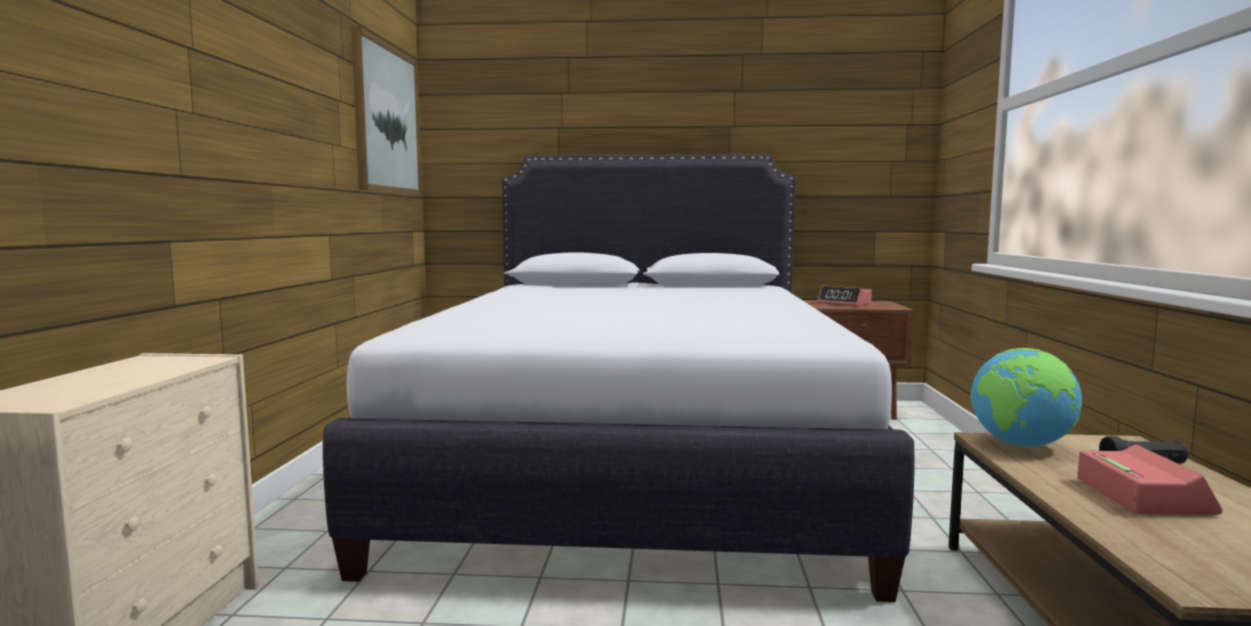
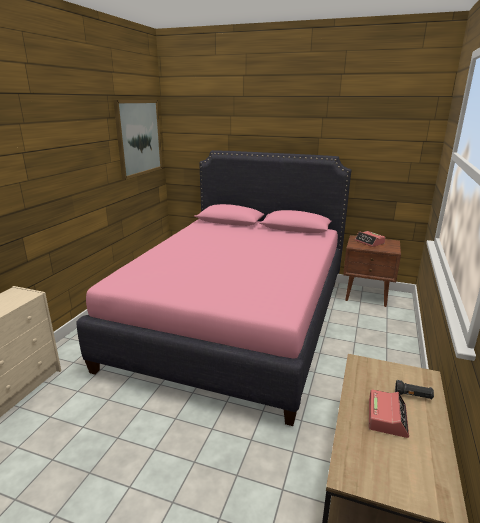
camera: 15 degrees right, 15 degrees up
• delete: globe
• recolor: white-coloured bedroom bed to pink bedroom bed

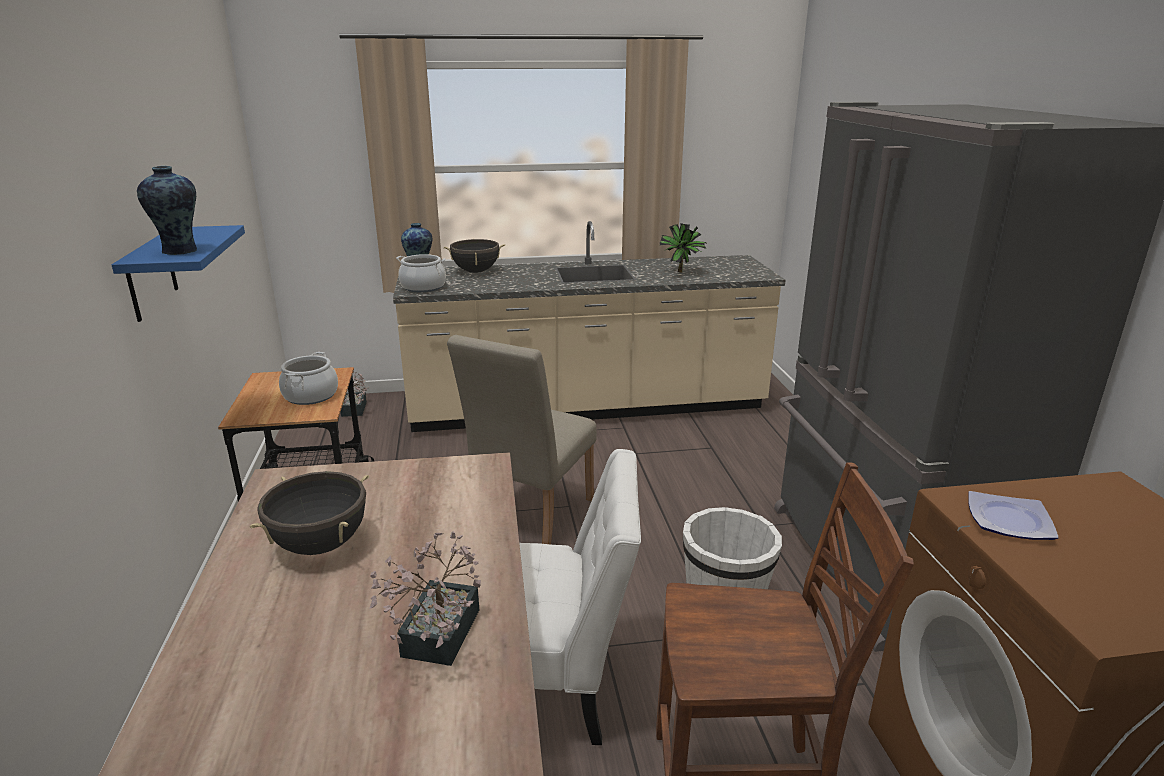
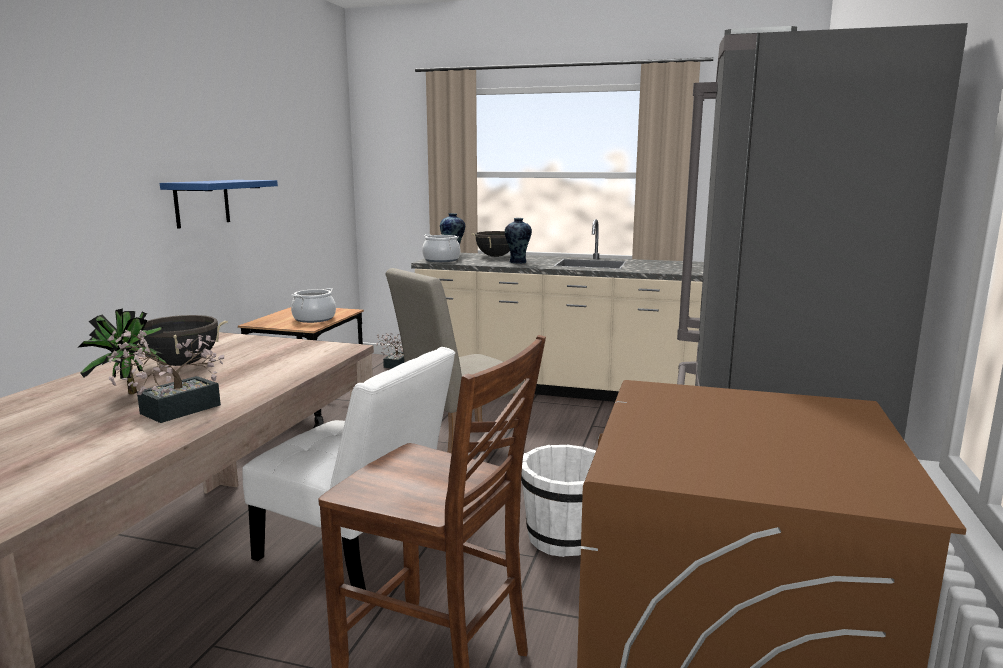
camera: 25 degrees right, 10 degrees down
• delete: dinner plate
• move: vase (1st from left in the first image) to vase (2nd from left)
• move: plant in a pot (3rd from left in the first image) to plant in a pot (1st from left)

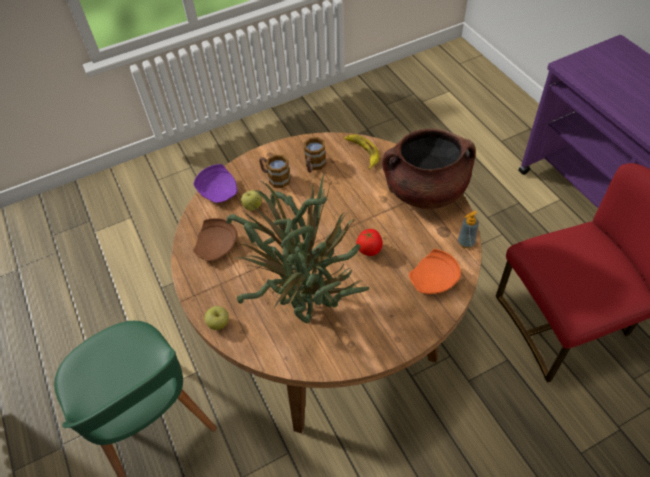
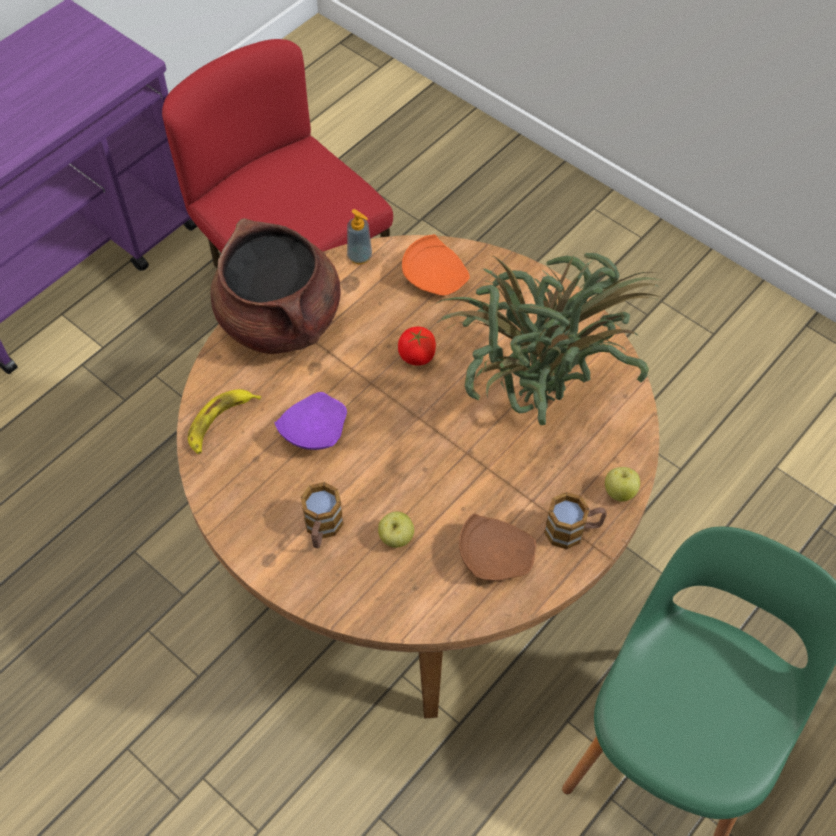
camera: 115 degrees left, 5 degrees up
• move: purplish dinner plate
• move: coffee mug (2nd from left)

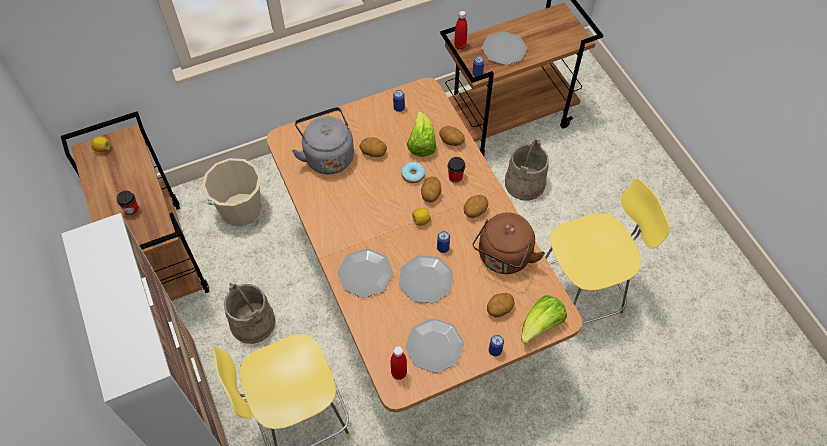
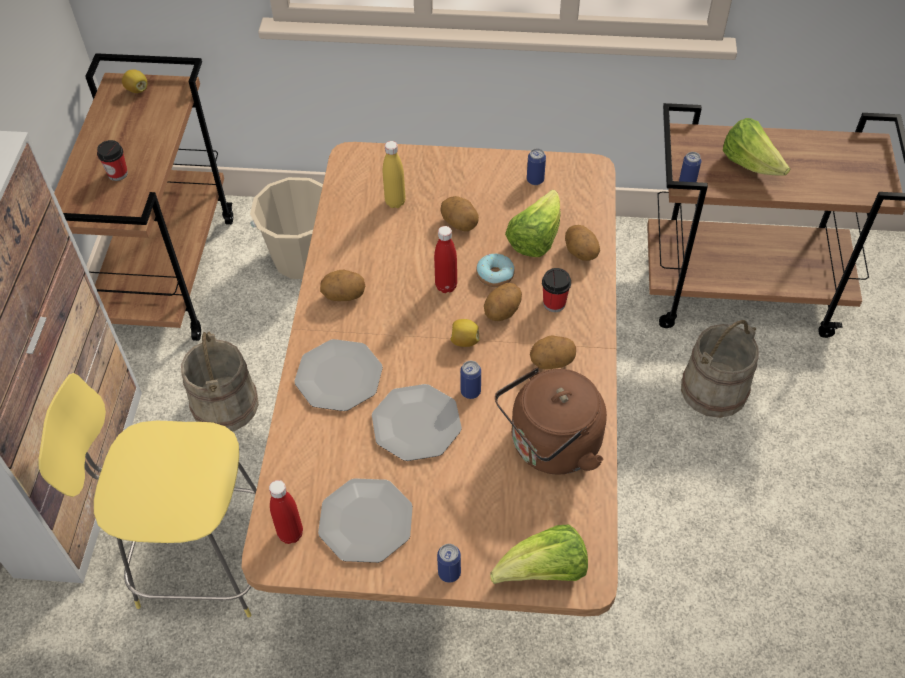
camera: 30 degrees right, 5 degrees down
• delete: yellow sitting stool (2nd from left)
• move: reddish bottle (2nd from left)
• move: spud (5th from left in the first image) to spud (1st from left)
• replace: gray kettle to yellow bottle
• replace: dinner plate (4th from left) to lettuce head (3rd from left)

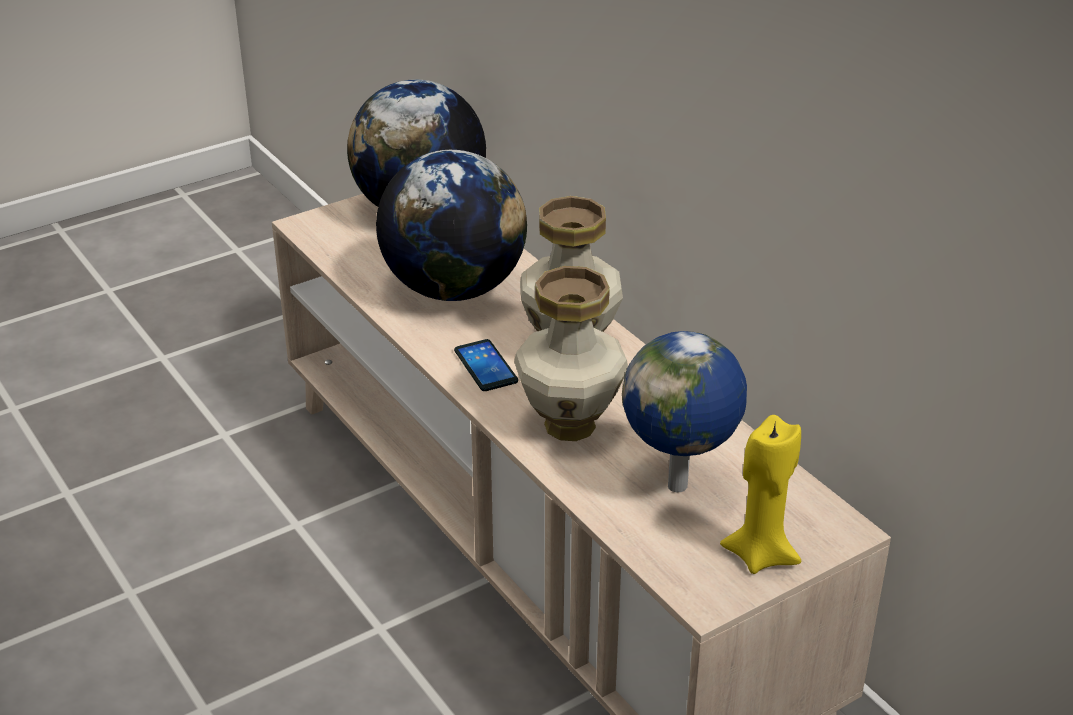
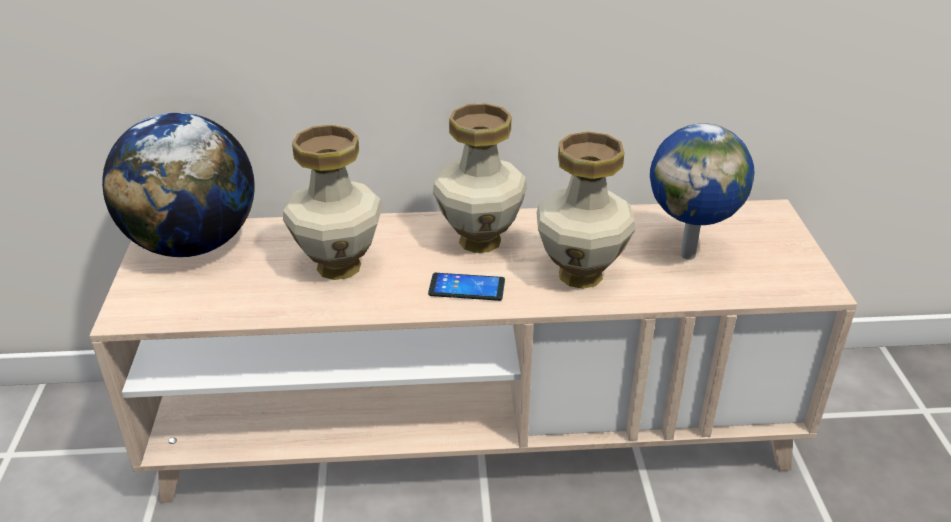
camera: 60 degrees left, 0 degrees up
• delete: yellow candle
• replace: globe (2nd from left) to vase (1st from left)

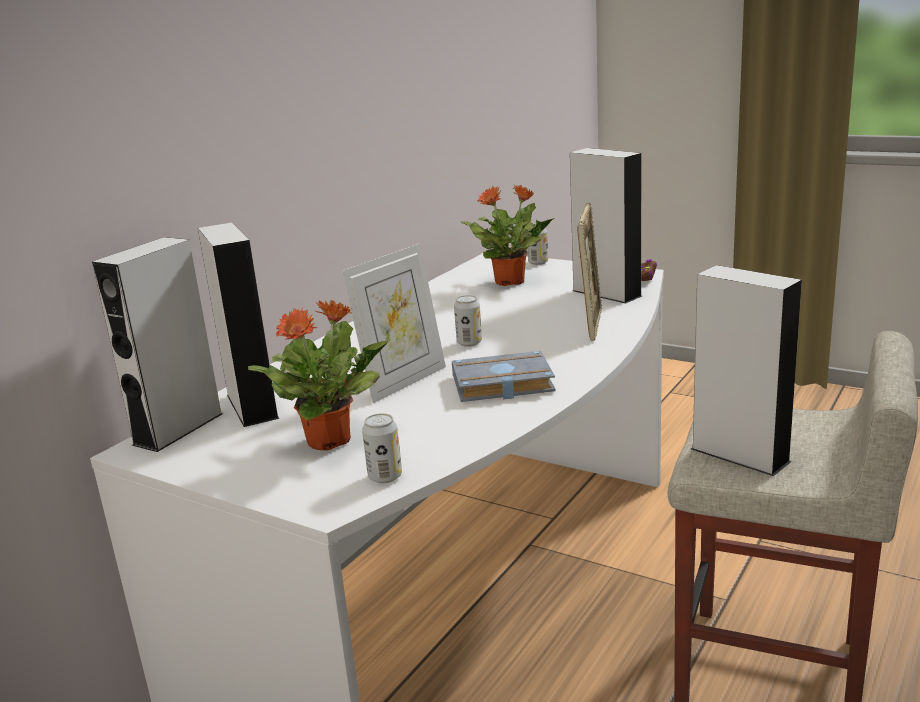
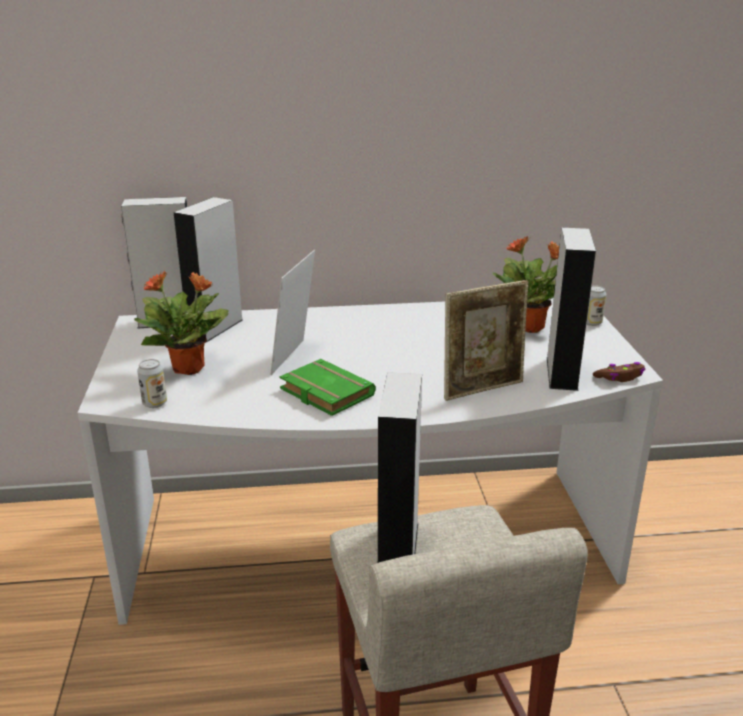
camera: 50 degrees right, 5 degrees up
• delete: can (2nd from left)
• recolor: gray book to green book
• rotate: standing frame (1st from left) 105 degrees clockwise

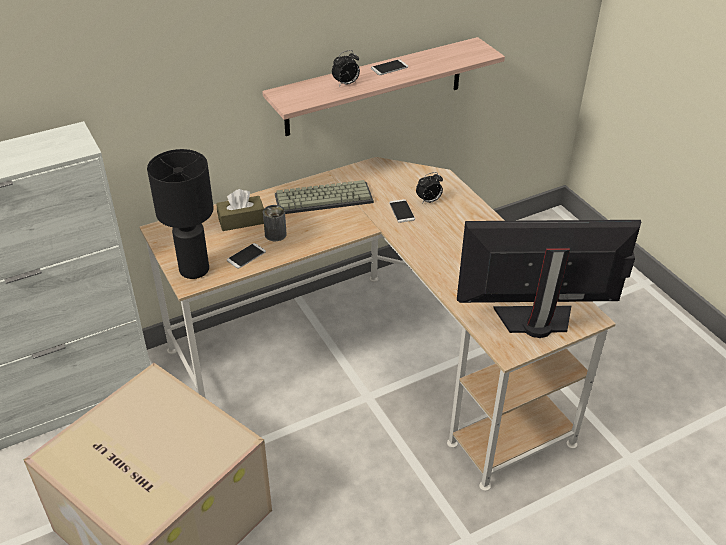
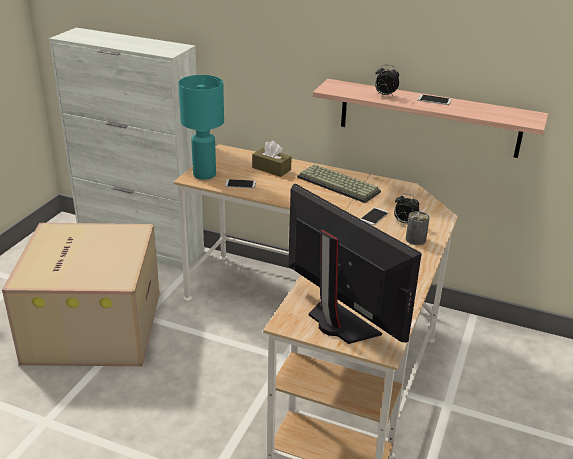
camera: 50 degrees right, 10 degrees down
• move: can
• recolor: black lamp for a table to blue-green lamp for a table

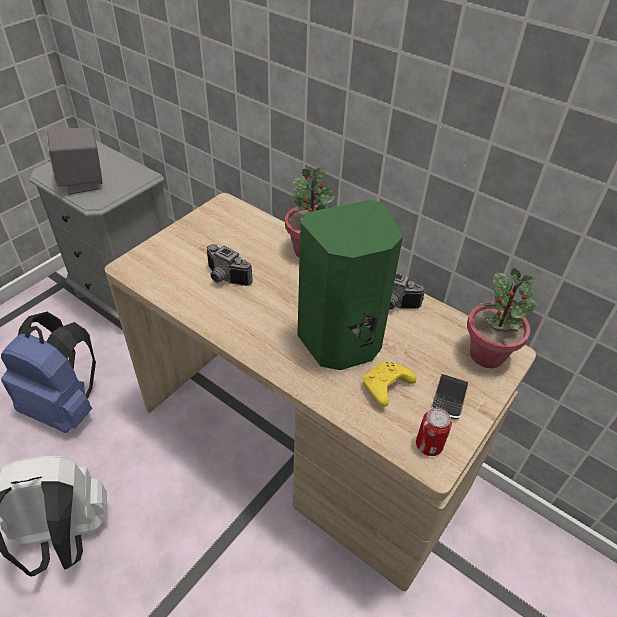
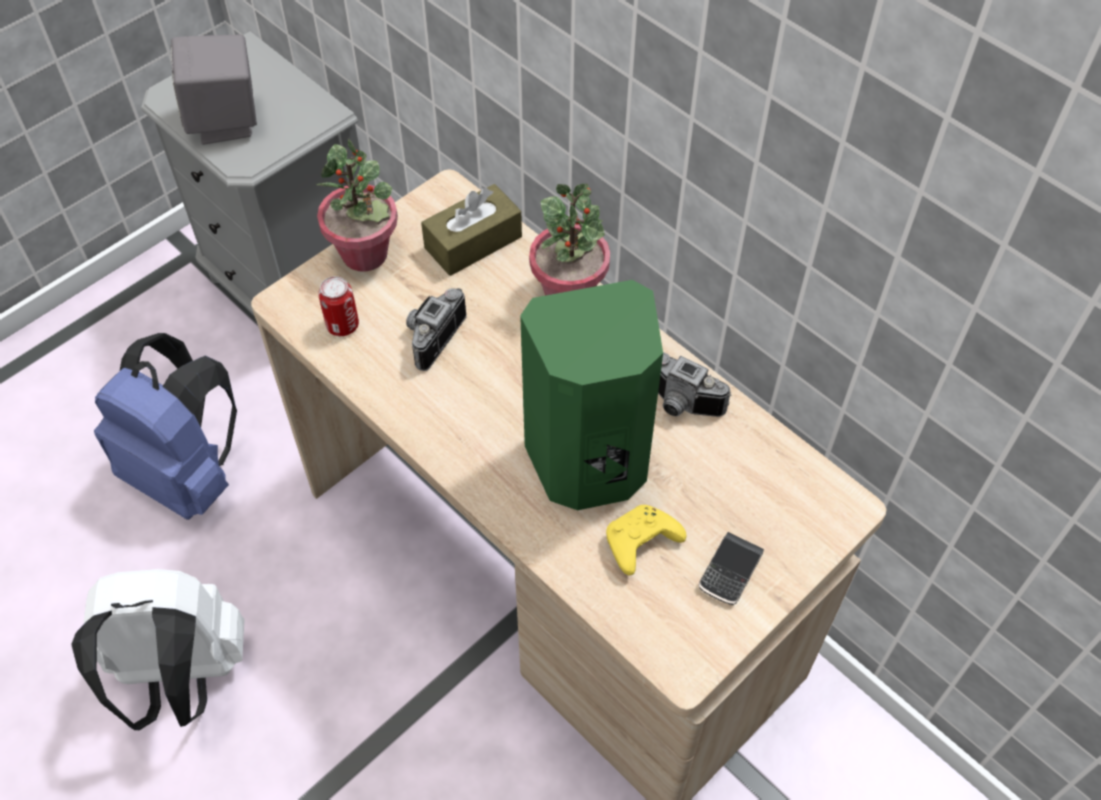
camera: 10 degrees right, 10 degrees up
• insert: brown-coloured tissue holder
• move: can
• move: plant in a pot (2nd from left in the first image) to plant in a pot (1st from left)
• rotate: still camera (1st from left) 75 degrees clockwise

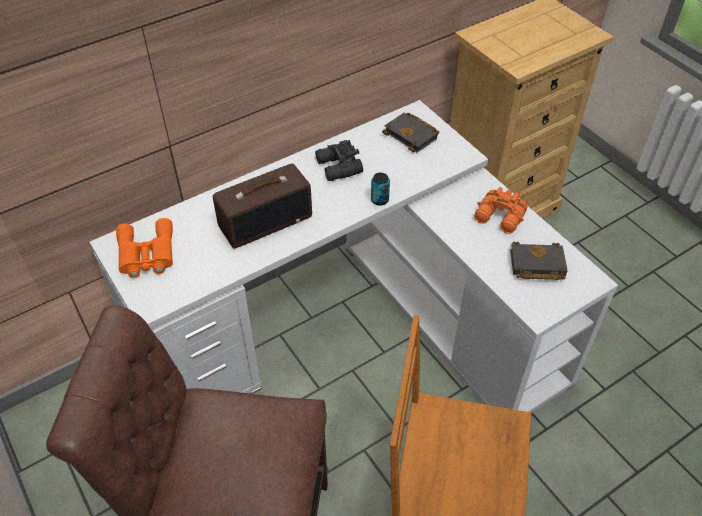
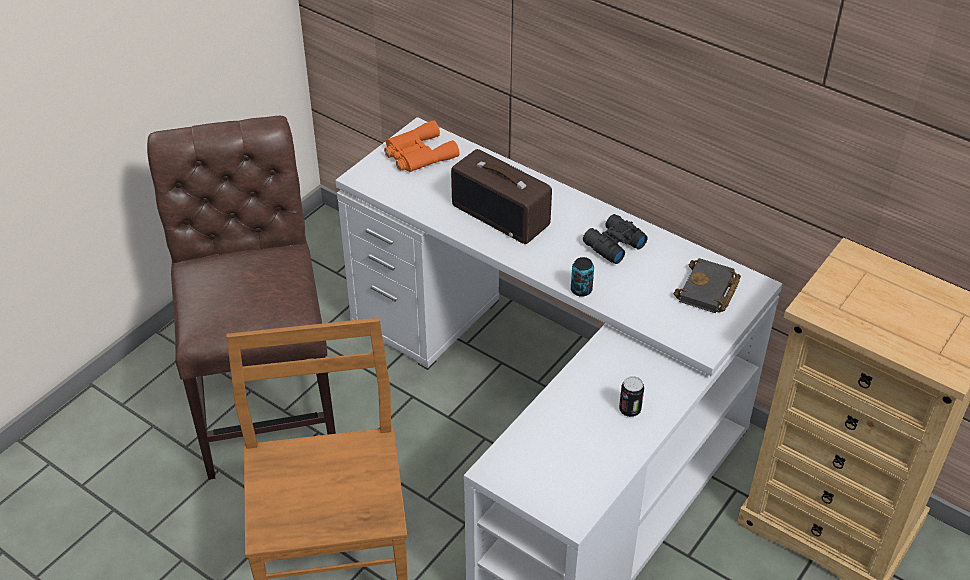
camera: 70 degrees right, 5 degrees down
• delete: black book (2nd from left)
• replace: orange pair of binoculars (2nd from left) to can (2nd from left)

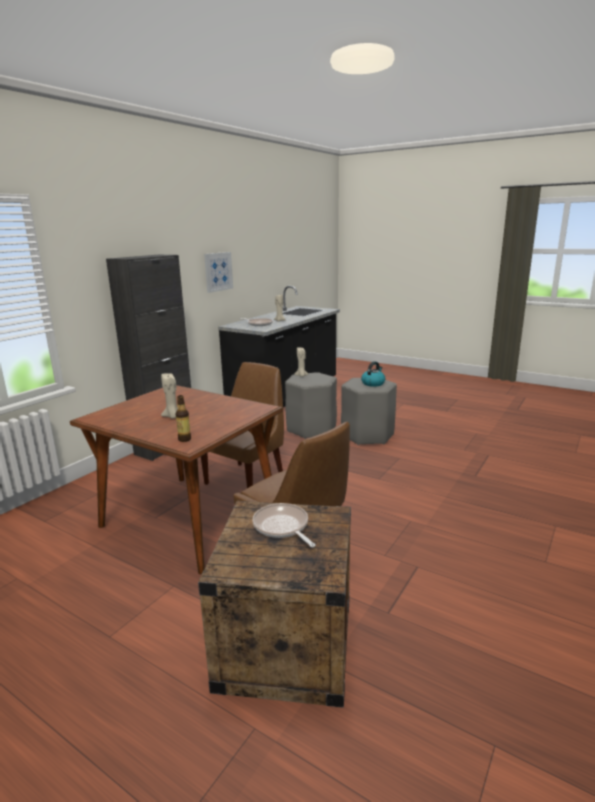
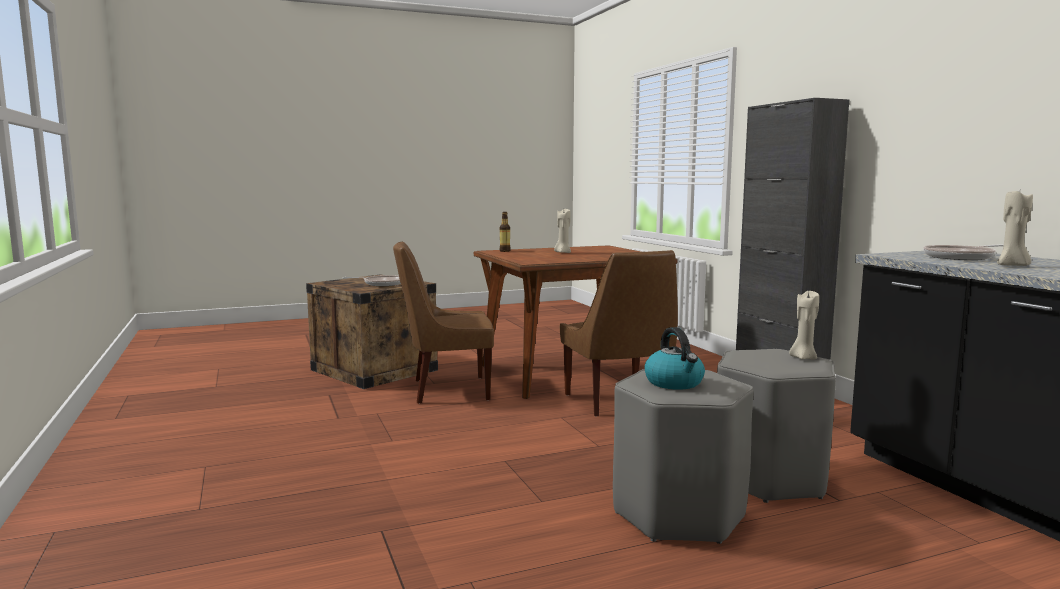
camera: 125 degrees right, 10 degrees down
• delete: picture

